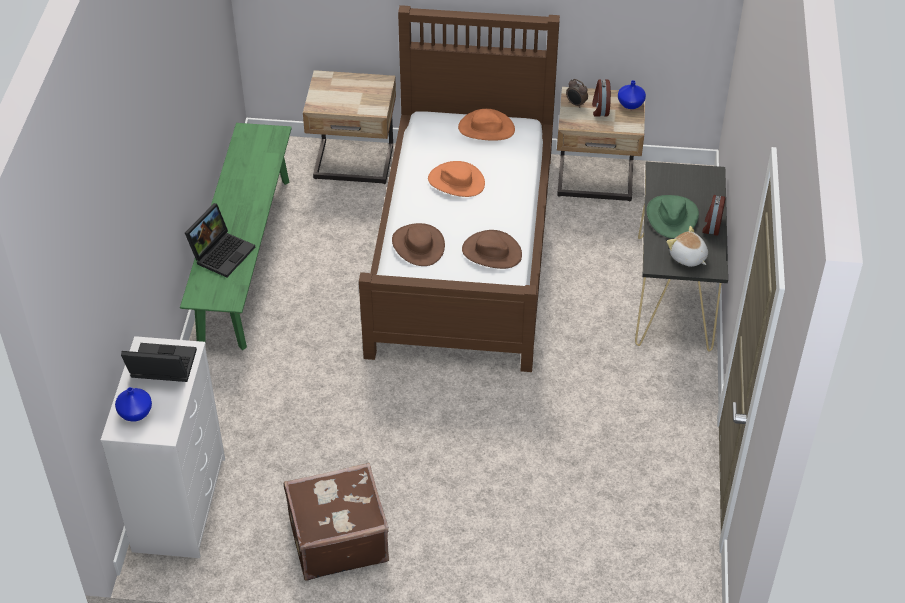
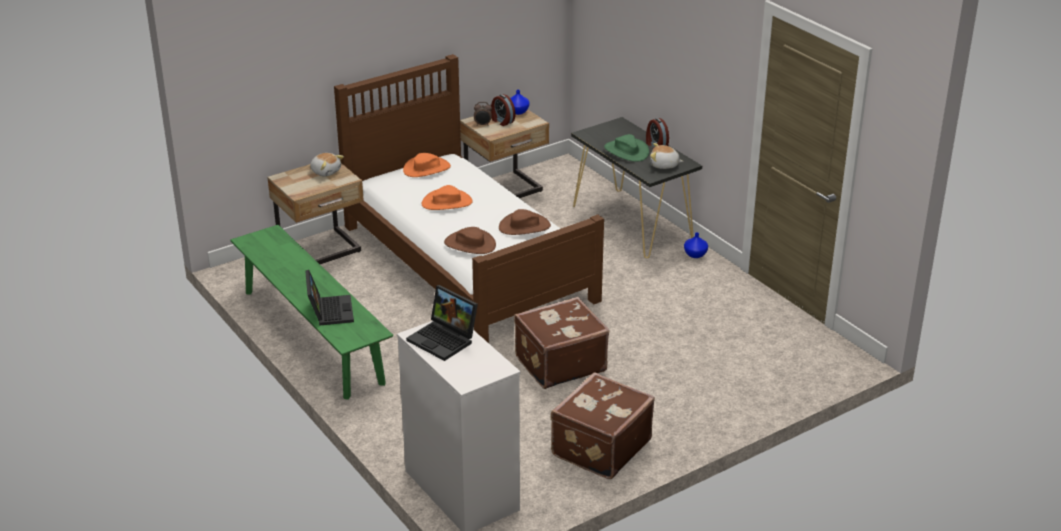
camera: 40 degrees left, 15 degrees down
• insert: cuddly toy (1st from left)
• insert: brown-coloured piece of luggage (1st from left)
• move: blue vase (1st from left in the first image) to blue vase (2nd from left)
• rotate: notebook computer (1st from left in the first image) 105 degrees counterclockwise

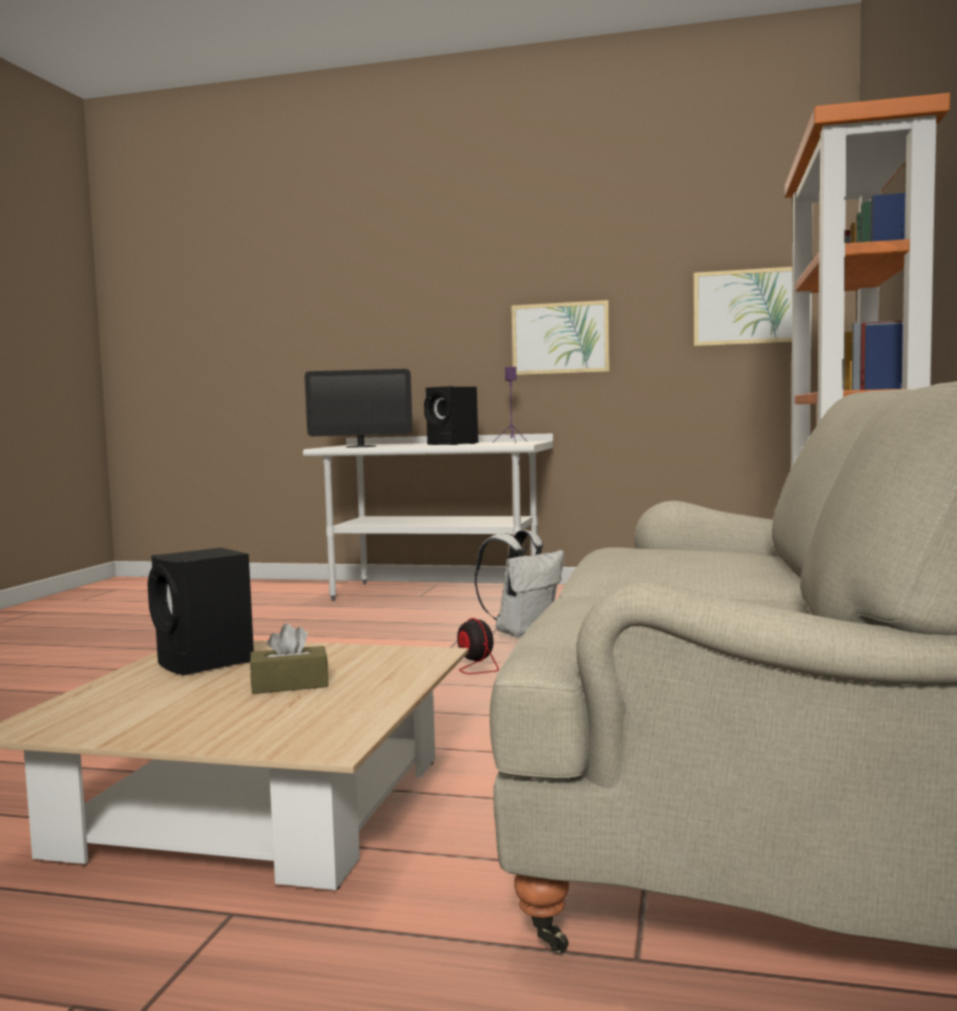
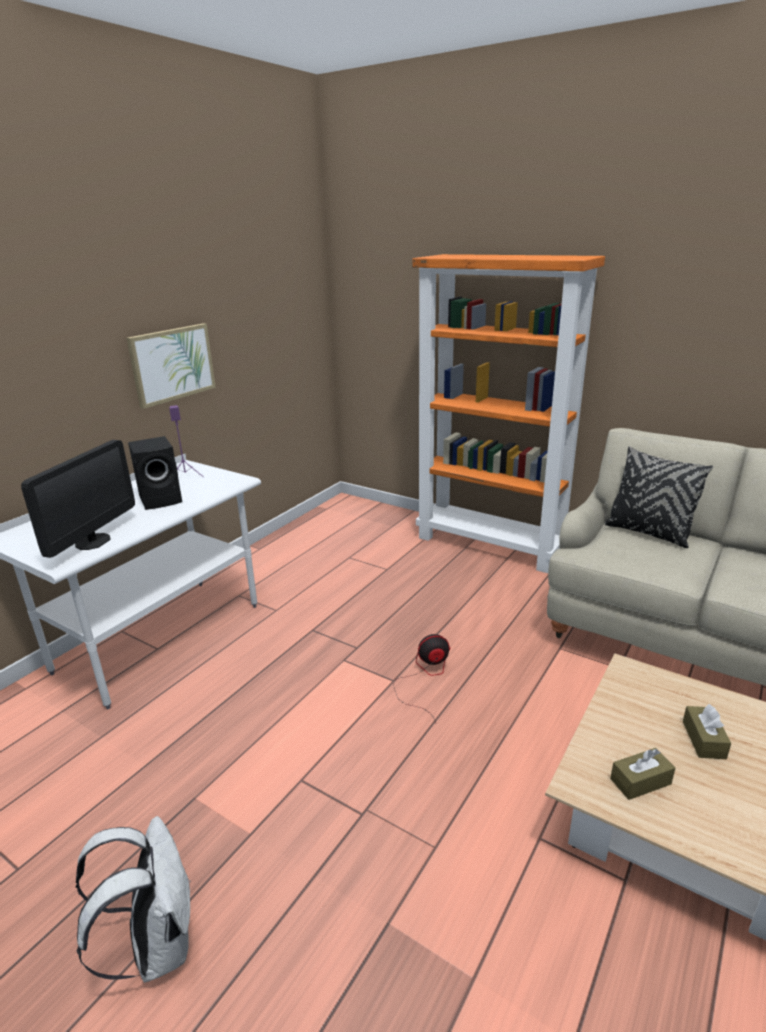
camera: 70 degrees left, 20 degrees up
• delete: picture (2nd from left)
• insert: black throw pillow
• move: white-coloured backpack
• replace: black audio speaker (1st from left) to brown-coloured tissue holder (1st from left)

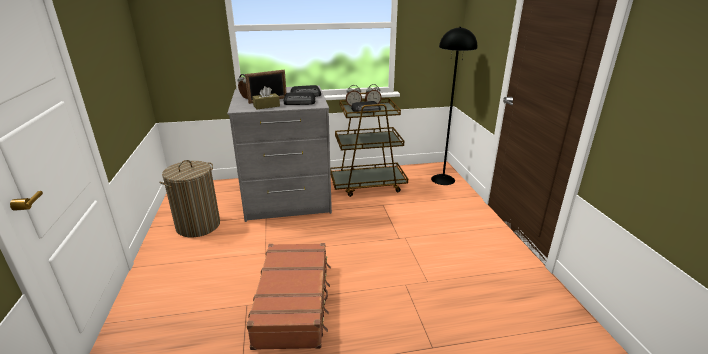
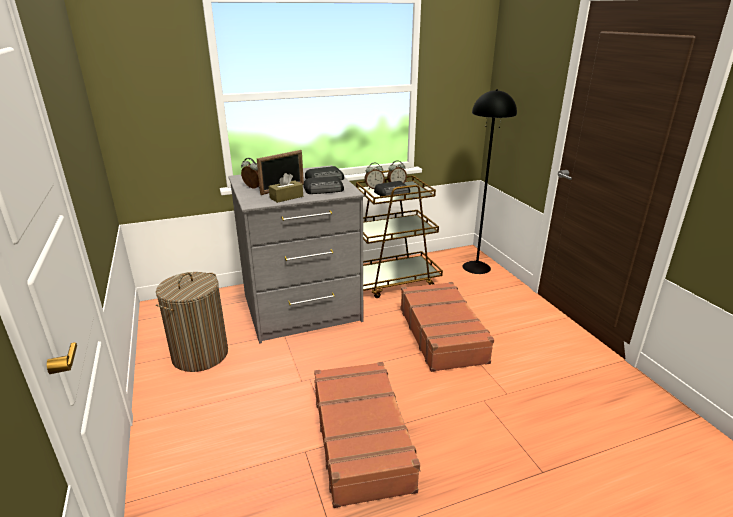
camera: 10 degrees left, 0 degrees up
• insert: brown-coloured piece of luggage (2nd from left)

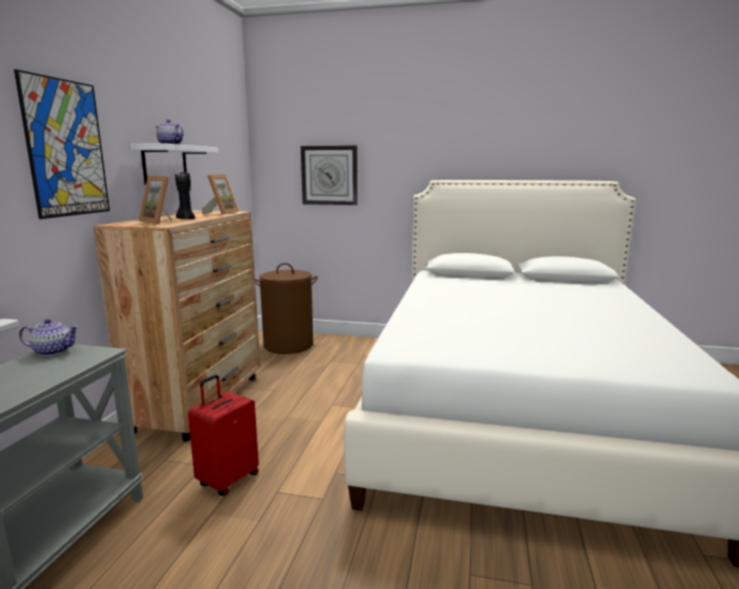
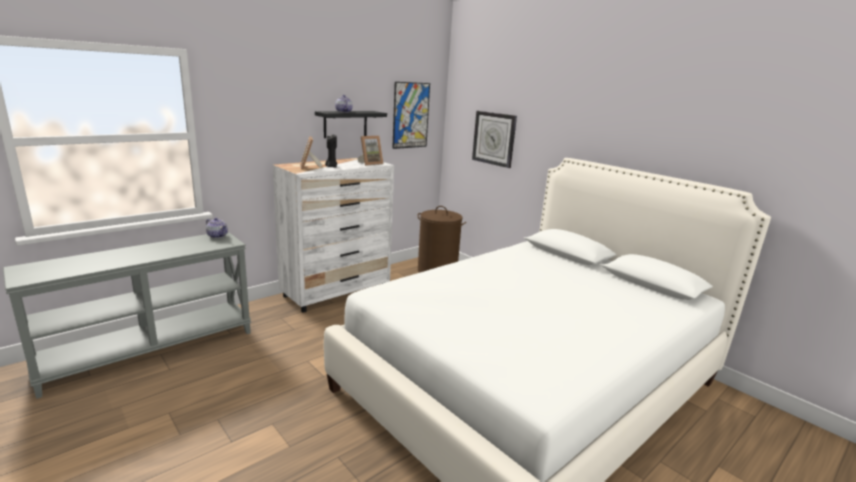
camera: 35 degrees right, 5 degrees up
• delete: reddish piece of luggage
• move: picture
• recolor: brown-coloured chest of drawers to white-coloured chest of drawers
• recolor: white-coloured wall shelf to black wall shelf

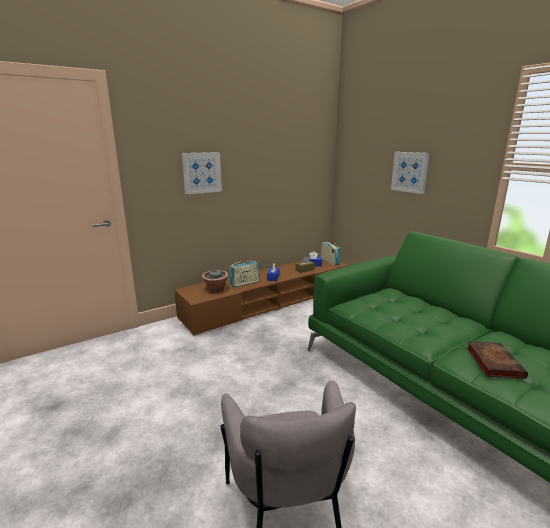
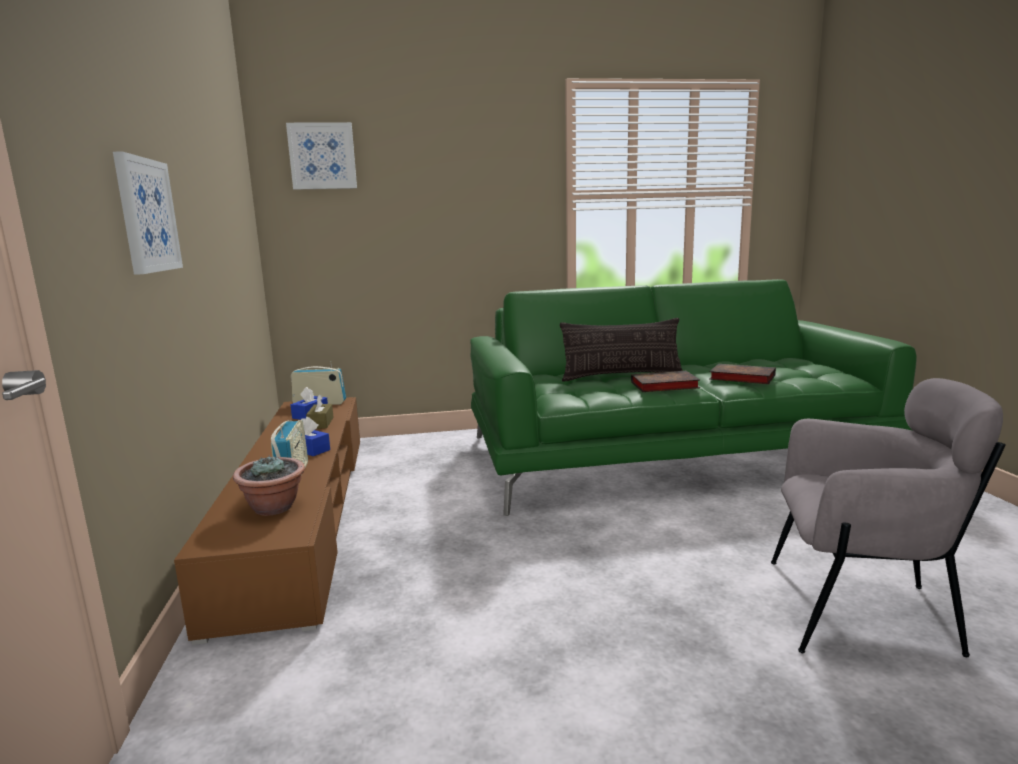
camera: 65 degrees left, 5 degrees down
• insert: throw pillow
• insert: book (1st from left)
• move: picture (2nd from left)

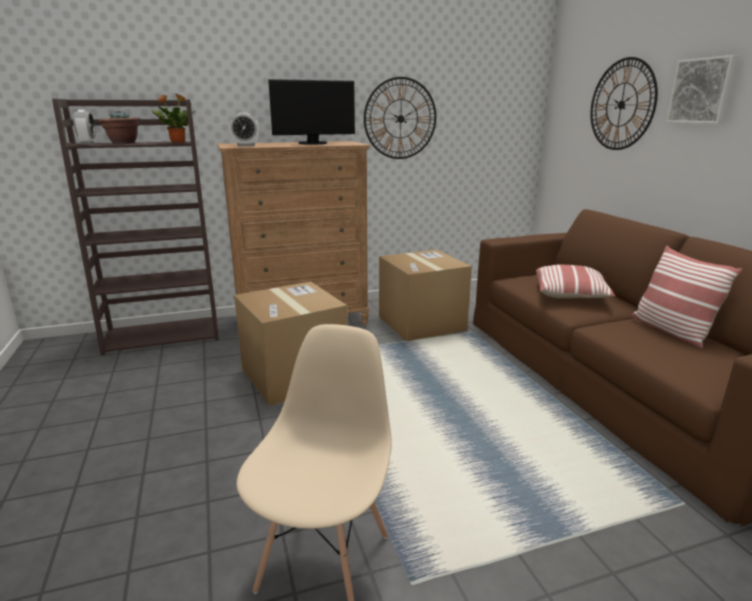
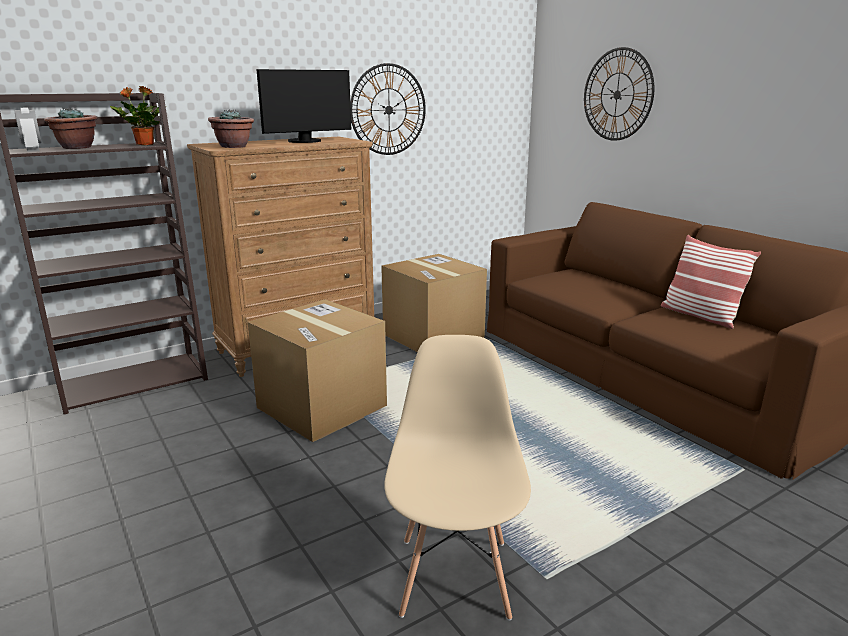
camera: 15 degrees left, 0 degrees up
• delete: throw pillow (1st from left)
• delete: picture
• replace: alarm clock (2nd from left) to plant in a pot (3rd from left)

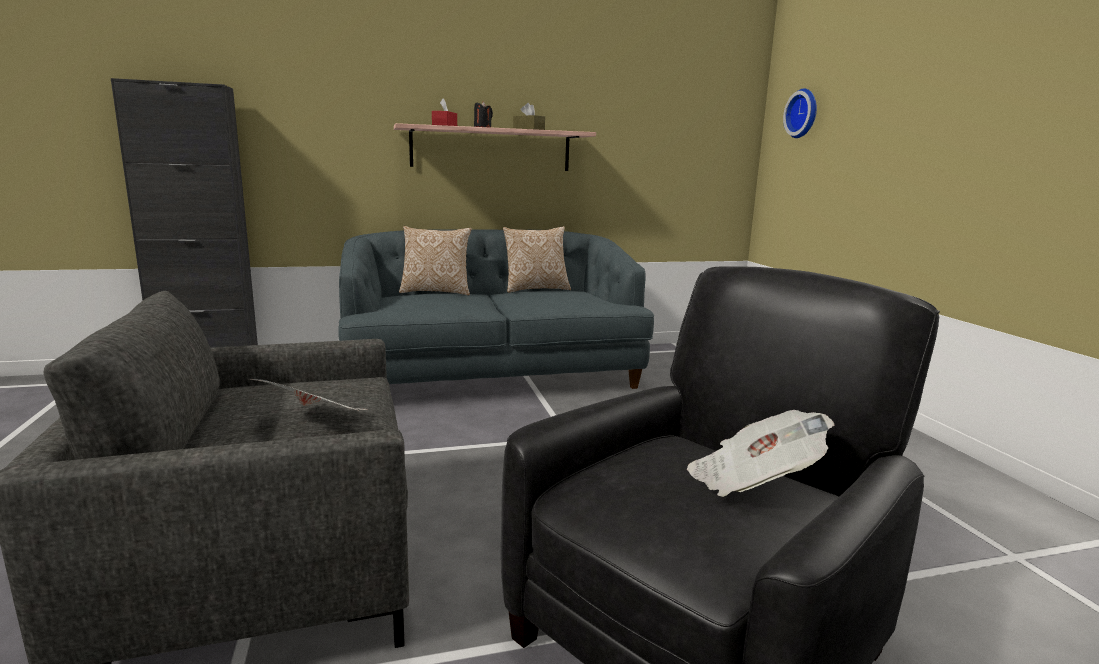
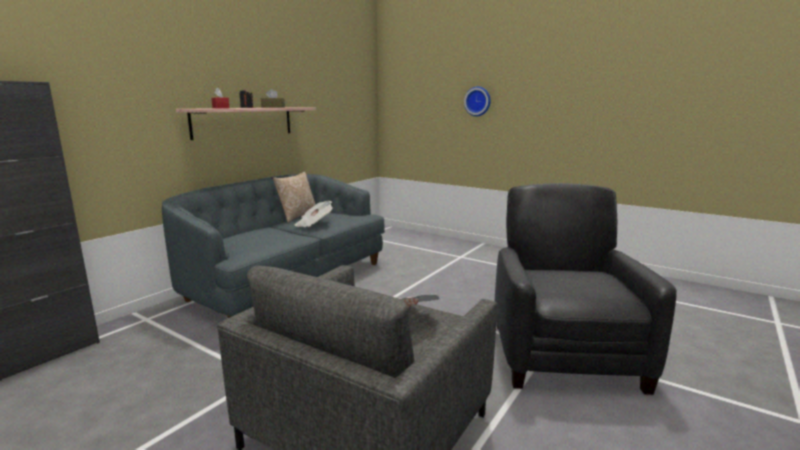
camera: 40 degrees left, 0 degrees up
• delete: throw pillow (1st from left)
• move: daily paper (2nd from left in the first image) to daily paper (1st from left)
• move: wall clock

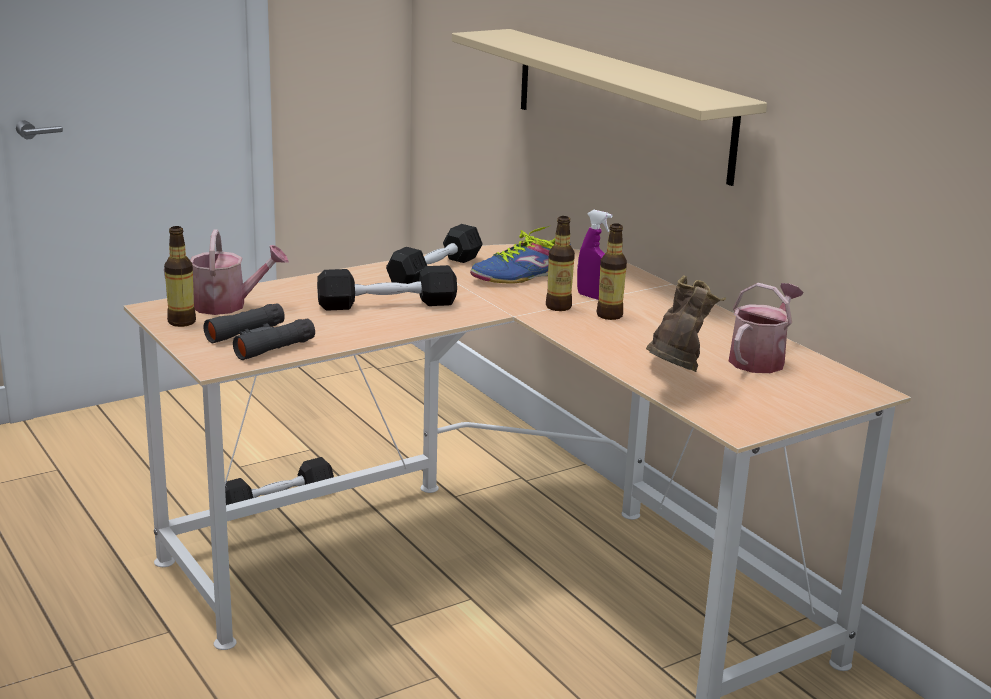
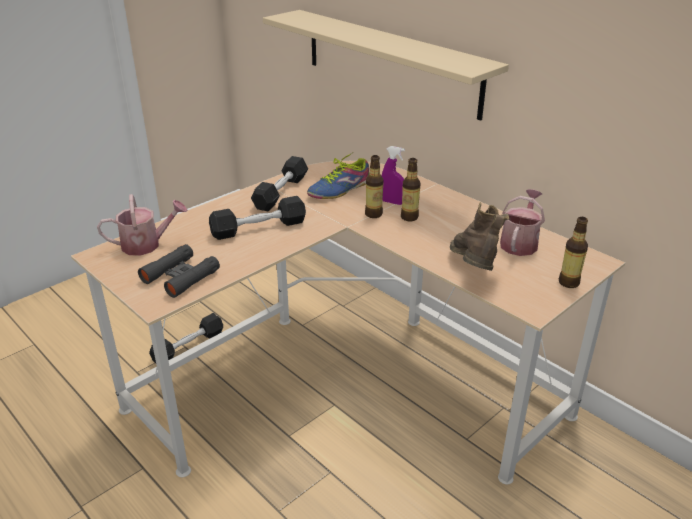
camera: 10 degrees left, 10 degrees up
• move: bottle (1st from left in the first image) to bottle (3rd from left)

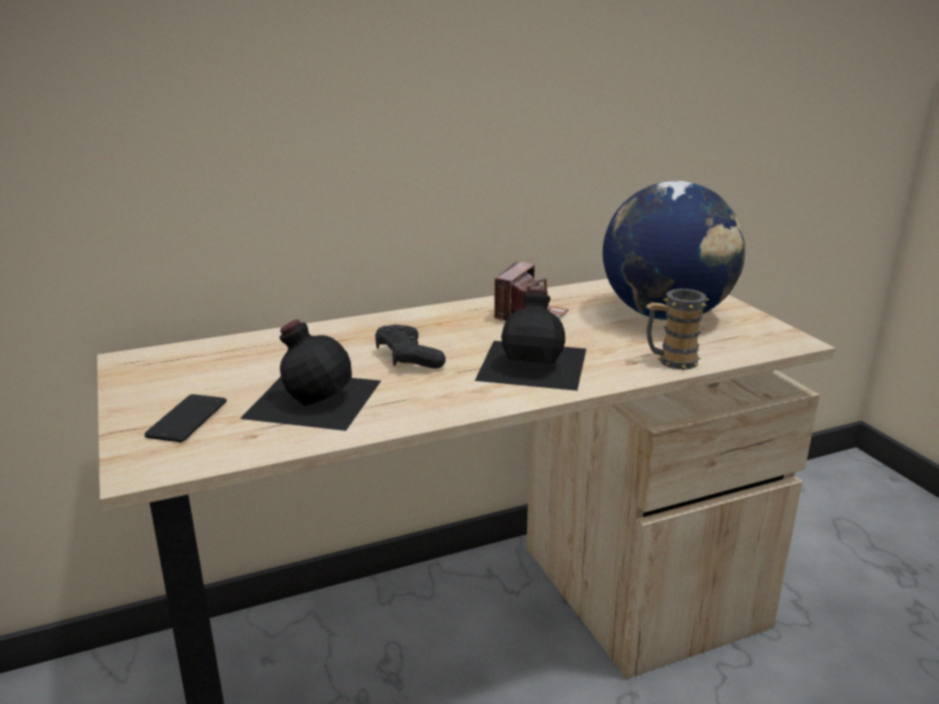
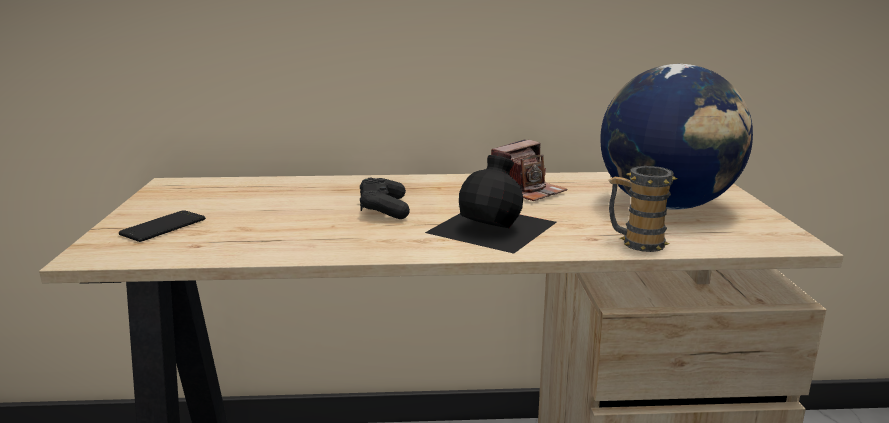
camera: 20 degrees right, 5 degrees down
• delete: black bottle (1st from left)

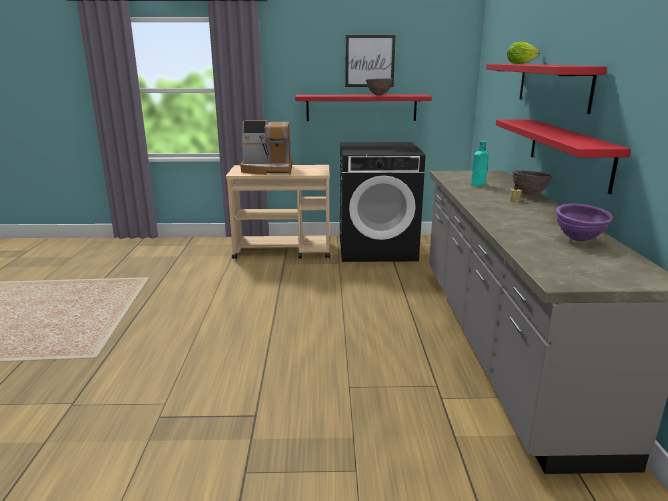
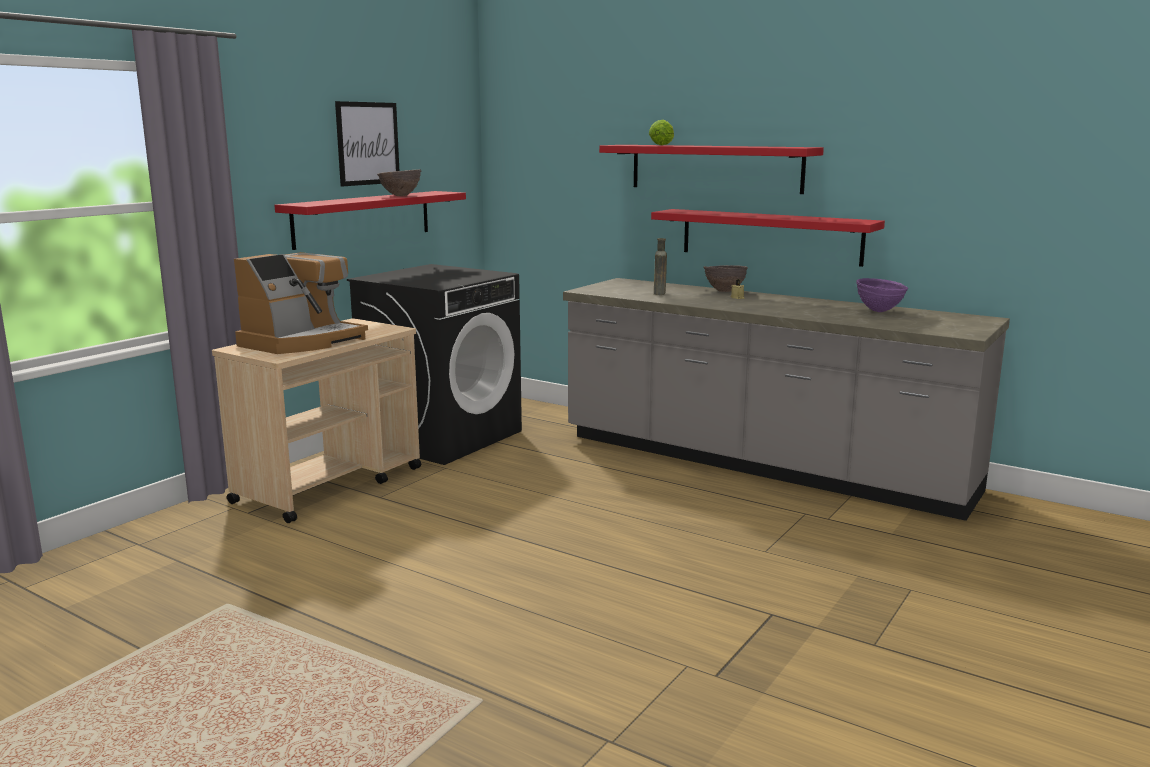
camera: 55 degrees left, 5 degrees down
• recolor: blue-green bottle to brown-coloured bottle

